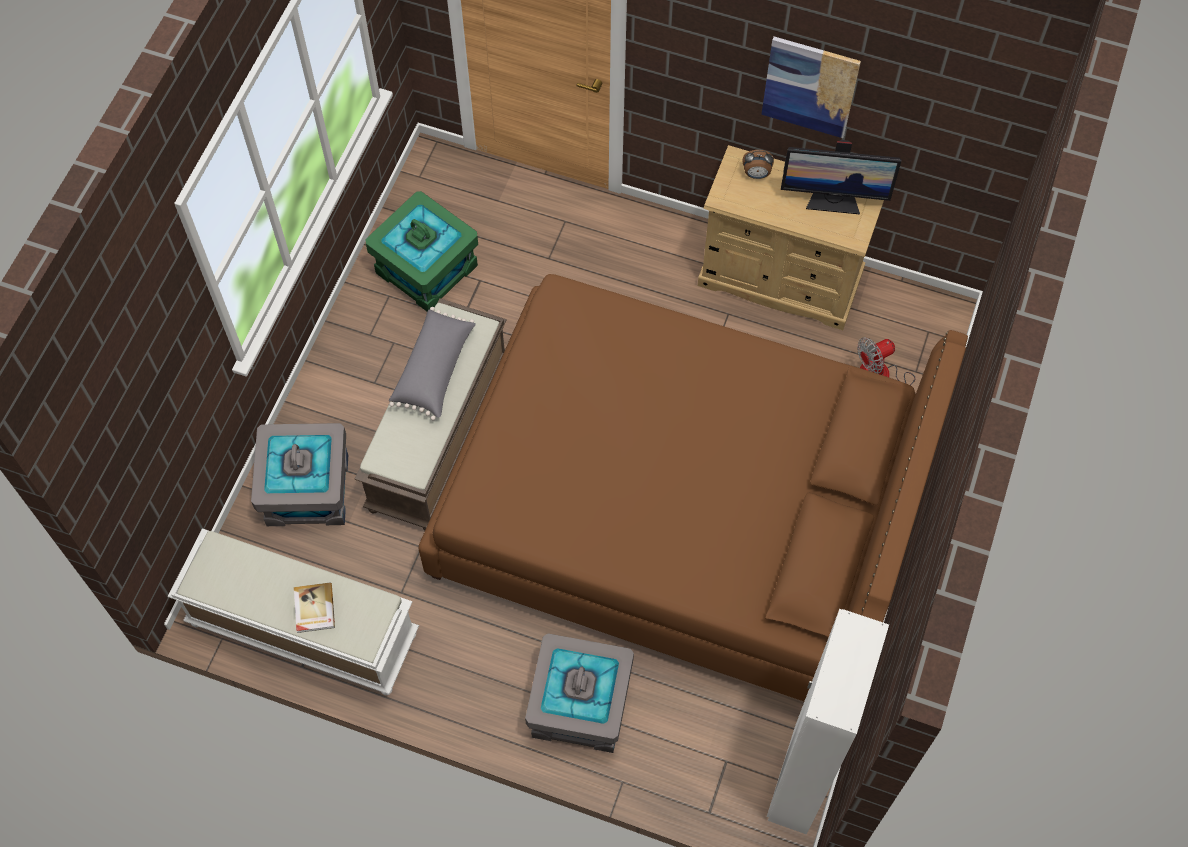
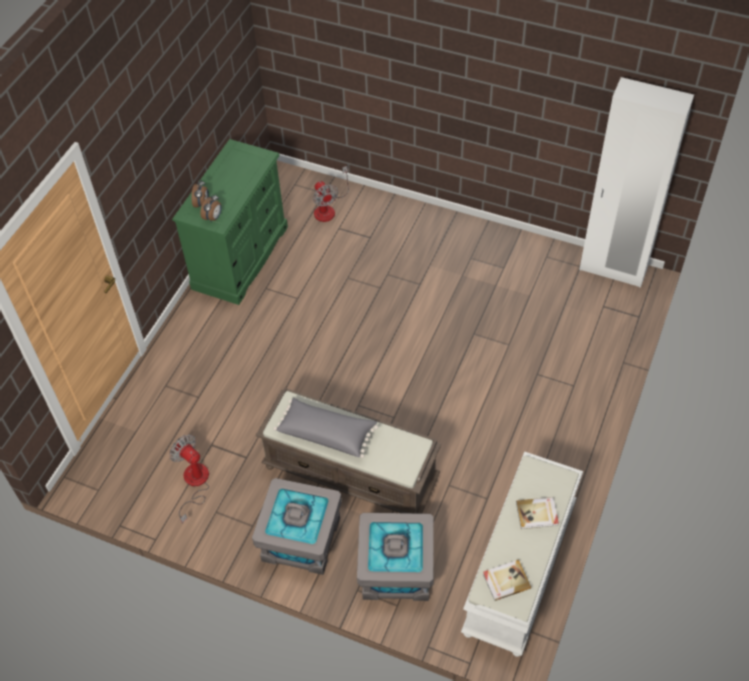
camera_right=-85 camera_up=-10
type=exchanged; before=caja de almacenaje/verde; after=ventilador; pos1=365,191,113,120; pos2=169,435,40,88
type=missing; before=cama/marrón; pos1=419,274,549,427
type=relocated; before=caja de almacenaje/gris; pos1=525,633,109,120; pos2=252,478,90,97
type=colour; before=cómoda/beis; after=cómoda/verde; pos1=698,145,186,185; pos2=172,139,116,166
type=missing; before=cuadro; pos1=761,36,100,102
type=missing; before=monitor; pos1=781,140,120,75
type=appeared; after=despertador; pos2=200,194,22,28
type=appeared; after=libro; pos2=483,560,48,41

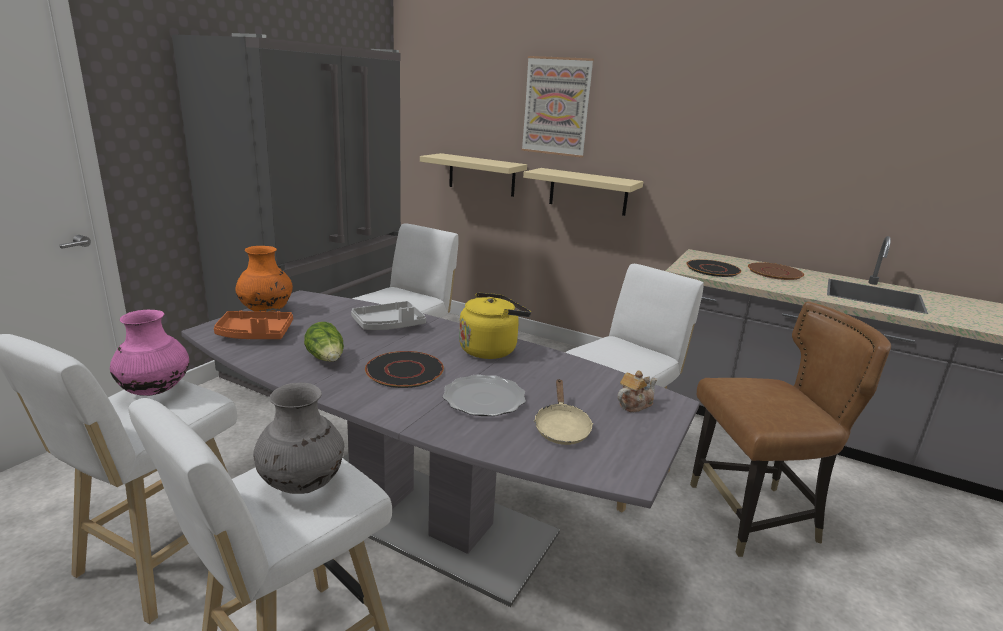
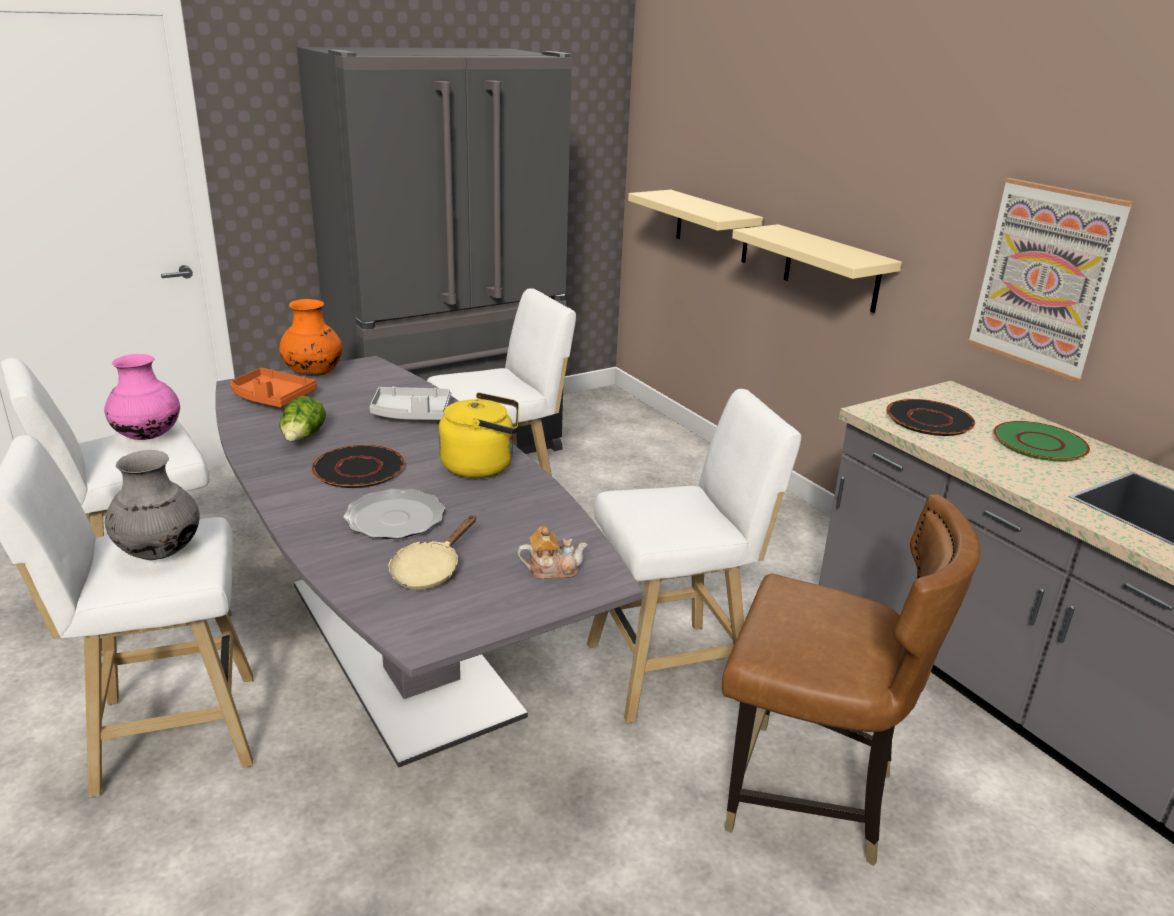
camera_right=30 camera_up=5
type=relocated; before=cuadro; pos1=521,56,73,102; pos2=967,178,167,204
type=colour; before=plato/marrón; after=plato/verde; pos1=748,262,56,18; pos2=993,421,97,41

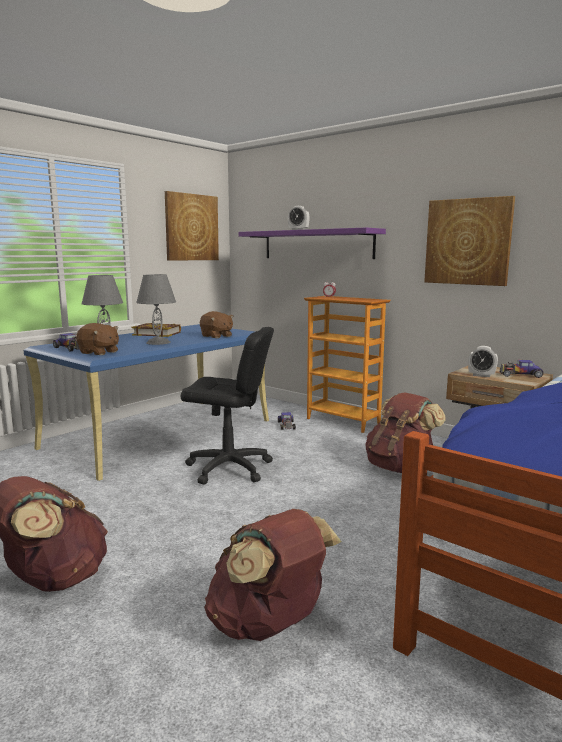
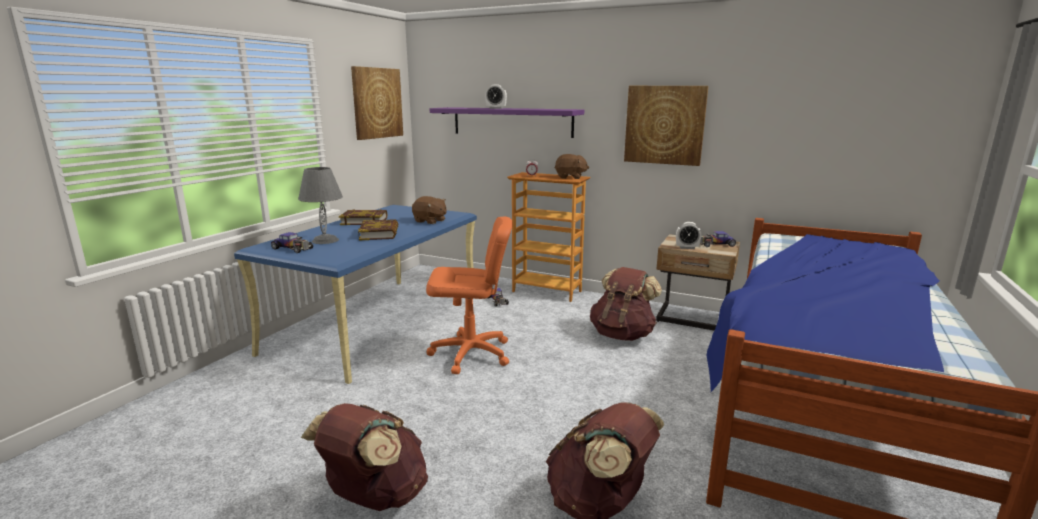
camera_right=-15 camera_up=5
type=relocated; before=peluche/marrón; pos1=76,323,43,32; pos2=554,154,35,25
type=exchanged; before=lámpara de mesa/gris; after=libro; pos1=136,274,40,71; pos2=358,219,41,21
type=colour; before=silla de oficina/negro; after=silla de oficina/naranja; pos1=181,327,93,157; pos2=426,216,87,158

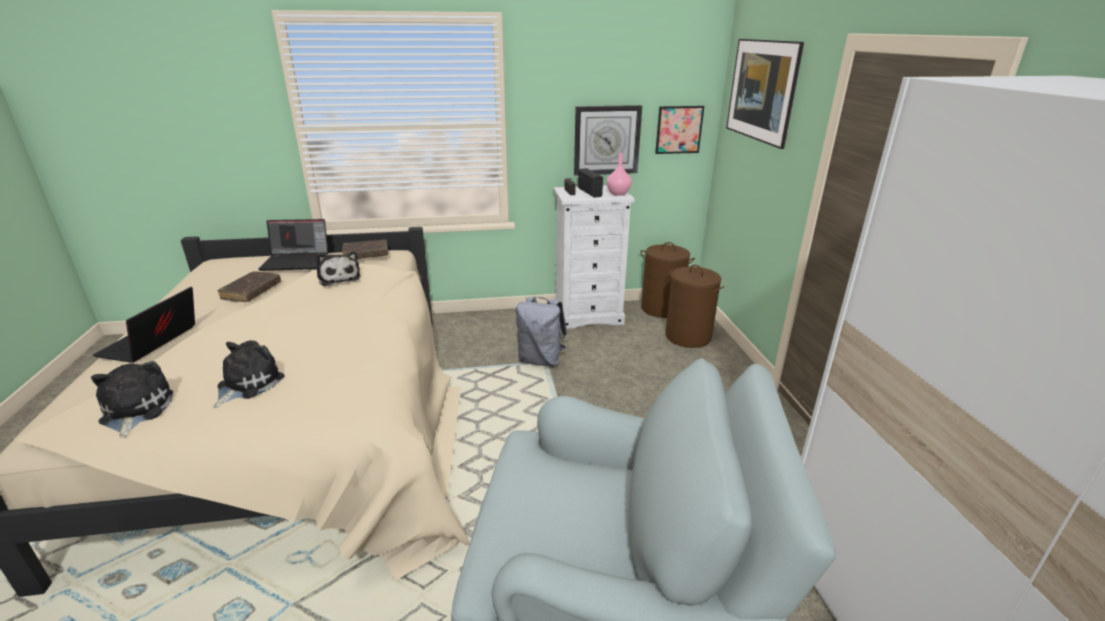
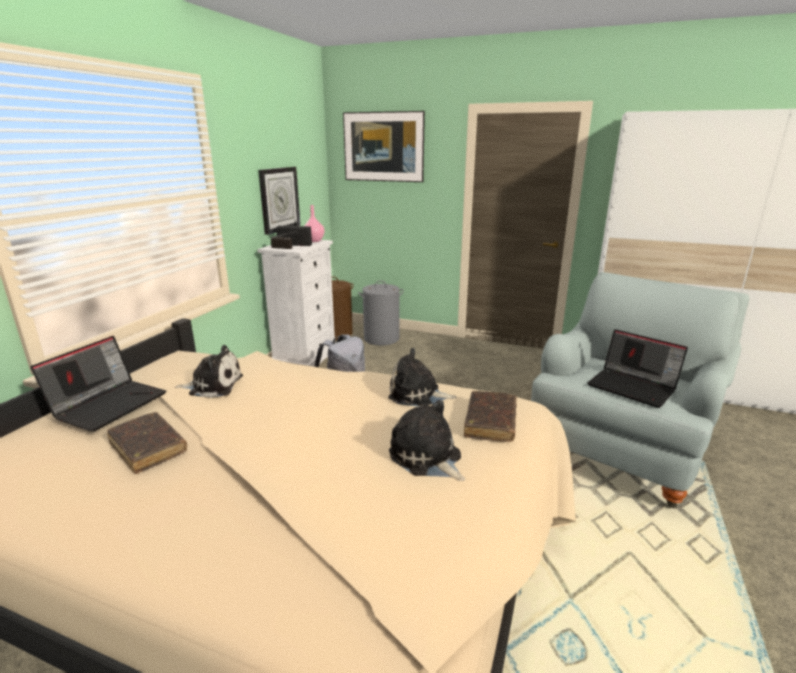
camera_right=-60 camera_up=-5
type=relocated; before=peluche; pos1=91,361,82,77; pos2=388,348,68,59
type=relocated; before=portátil; pos1=92,287,103,76; pos2=587,329,101,79
type=relocated; before=libro/marrón; pos1=342,239,46,20; pos2=464,391,53,51
type=missing; before=cuadro; pos1=655,106,49,48
type=colour; before=cesto de la ropa/marrón; after=cesto de la ropa/gris; pos1=665,265,59,83; pos2=358,280,46,66

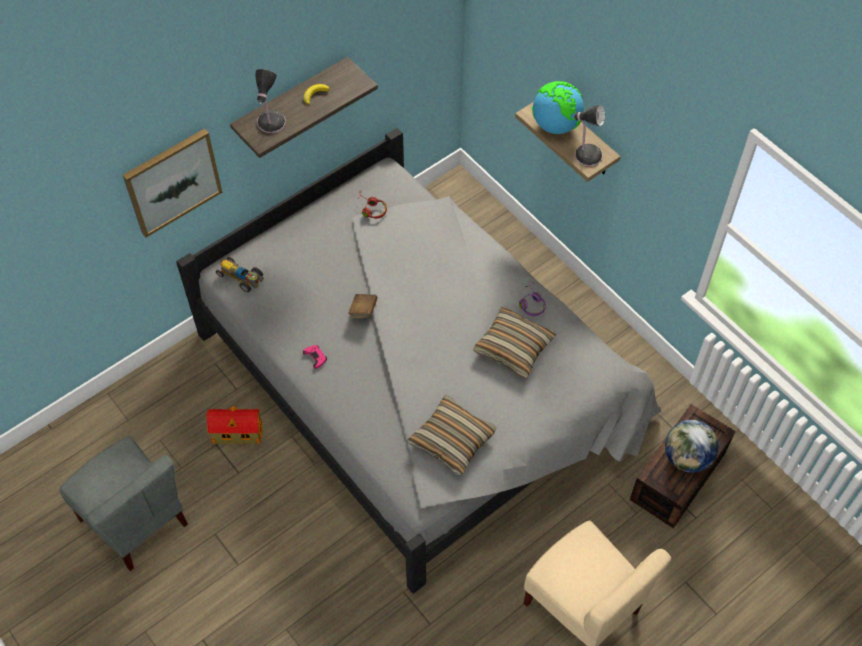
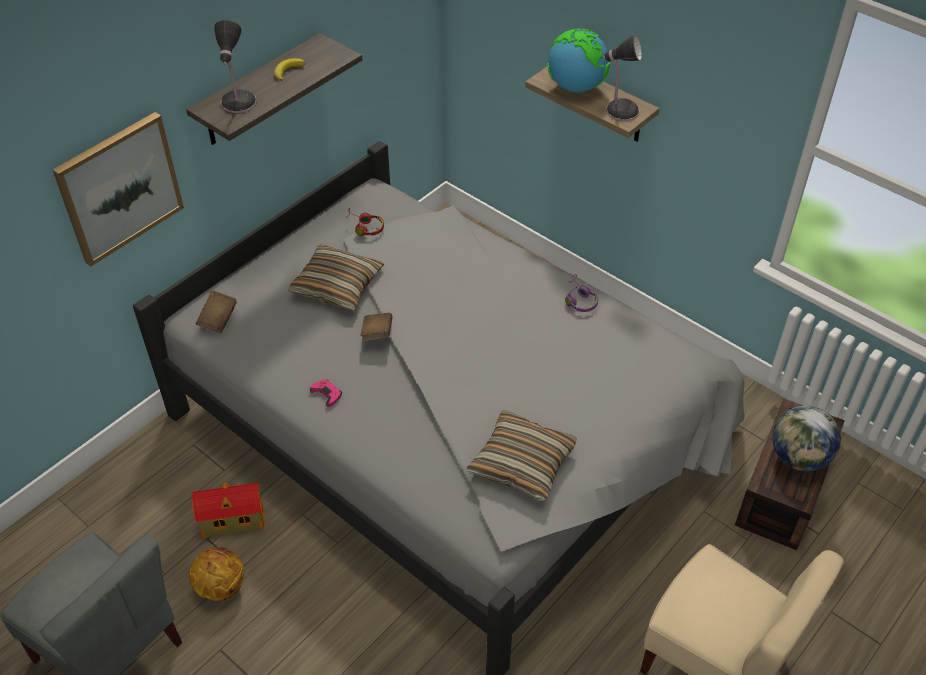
camera_right=-10 camera_up=-10
type=exchanged; before=coche de juguete; after=libro/marrón; pos1=216,257,48,35; pos2=196,291,41,42
type=relocated; before=cojín; pos1=473,306,83,73; pos2=288,245,96,66
type=appeared; after=balón de baloncesto; pos2=189,547,55,54

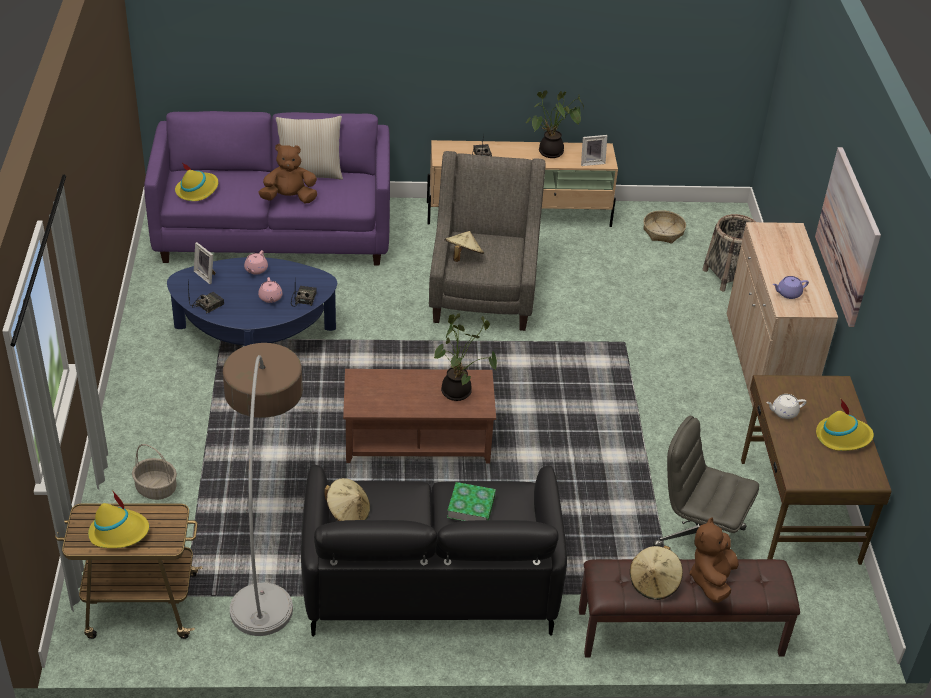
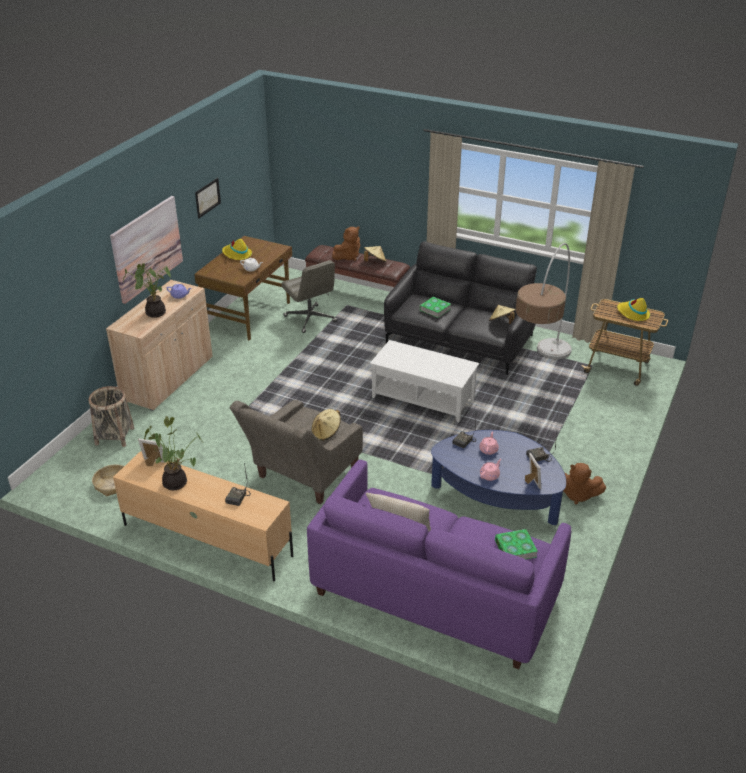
camera_right=-150 camera_up=-5
type=missing; before=cesta; pos1=132,444,45,56
type=exchanged; before=sombrero/amarillo; after=libro; pos1=175,163,43,38; pos2=495,529,43,30
type=relocated; before=peluche/marrón; pos1=258,144,59,59; pos2=563,463,43,41
type=colour; before=mesa de centro/marrón; after=mesa de centro/blanco; pos1=343,369,153,95; pos2=370,340,109,82
type=relocated; before=planta en maceta; pos1=434,313,63,88; pos2=123,263,48,55
type=appeared; after=cuadro; pos2=195,178,26,40

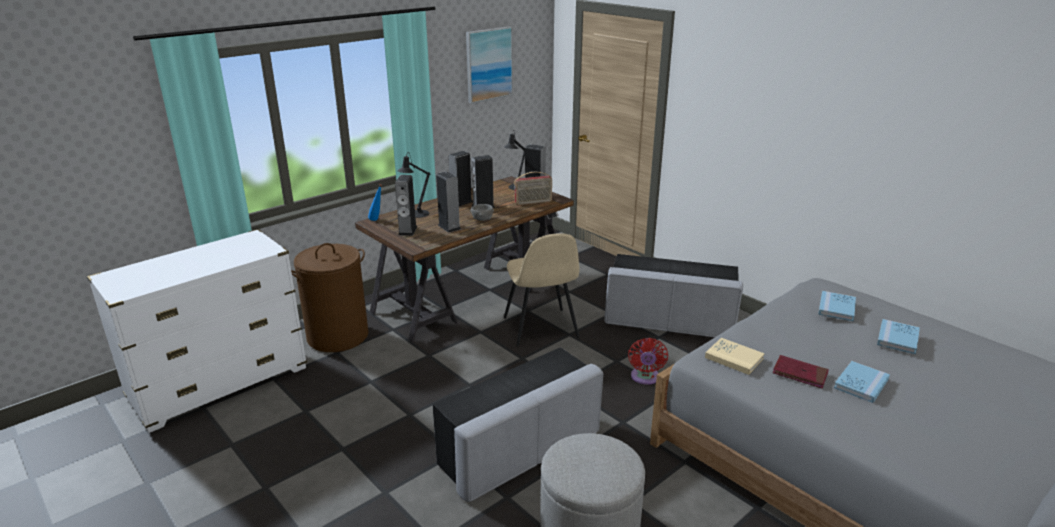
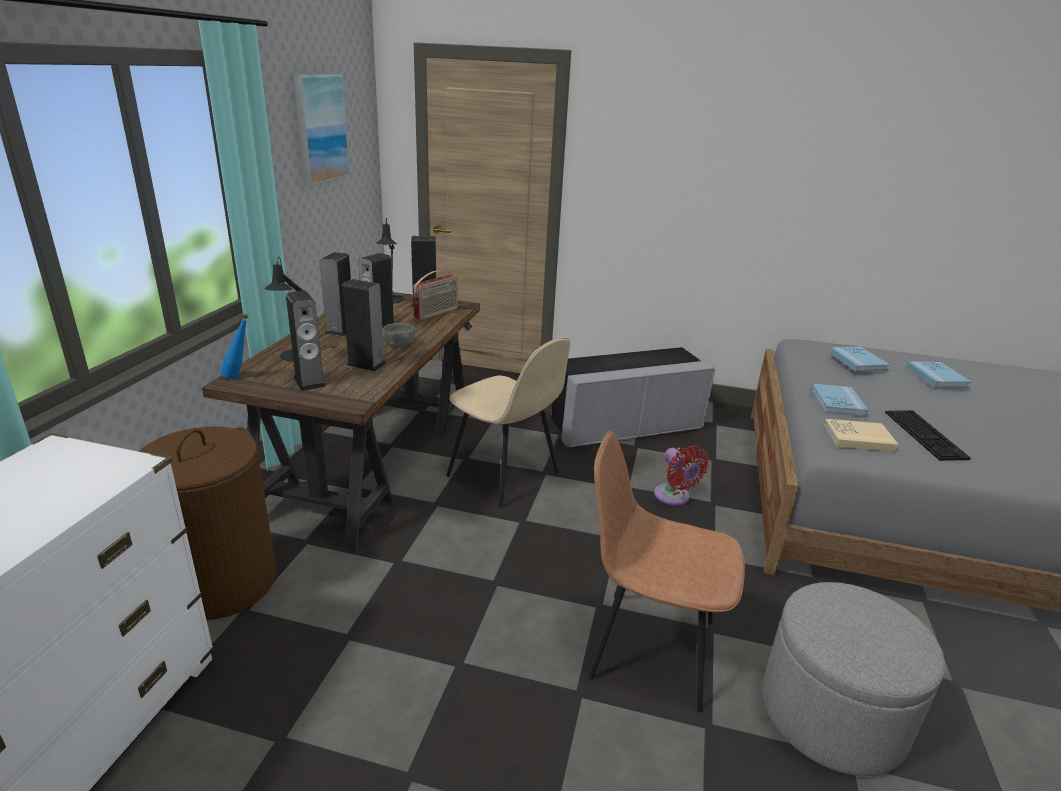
camera_right=-35 camera_up=0
type=exchanged; before=puf/gris; after=silla/marrón; pos1=432,347,171,155; pos2=589,430,156,283
type=exchanged; before=libro/rojo; after=teclado; pos1=772,355,57,34; pos2=885,410,86,51
type=relocated; before=libro/azul; pos1=834,361,56,42; pos2=811,384,57,32

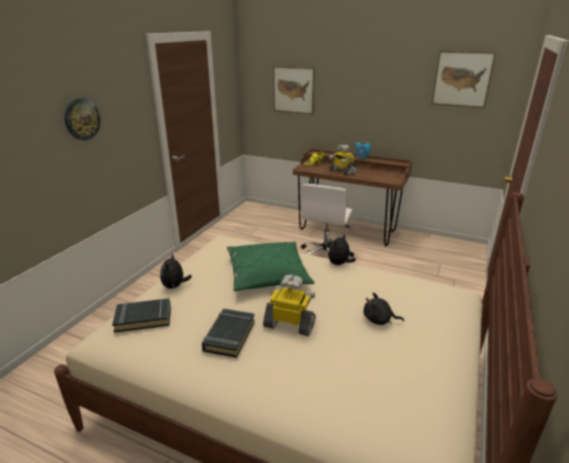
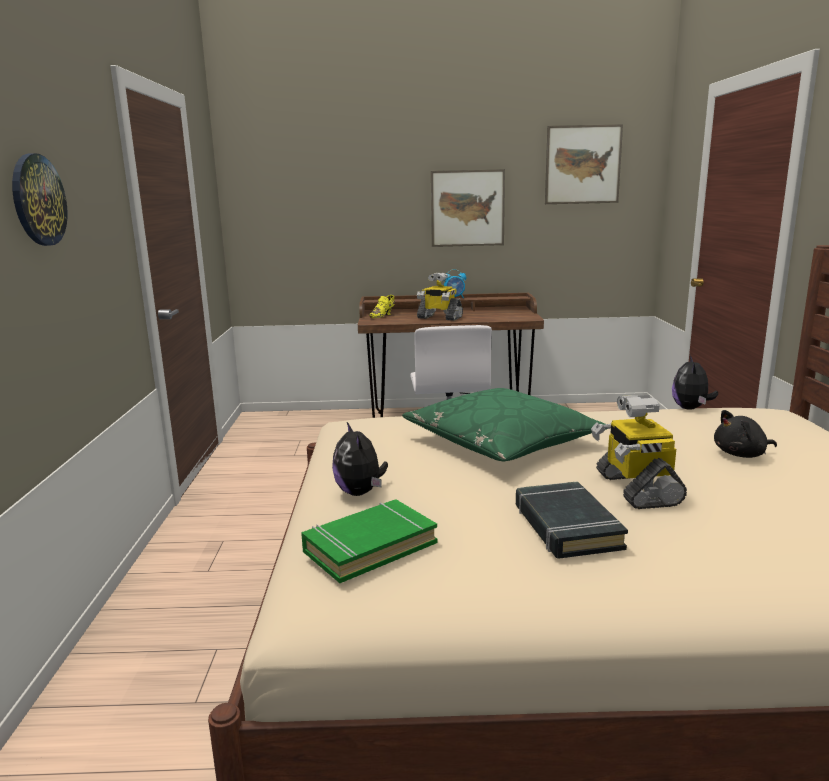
camera_right=-25 camera_up=-10
type=colour; before=libro/negro; after=libro/verde; pos1=112,298,59,35; pos2=301,499,137,84
type=spun; before=robot de juguete; pos1=263,274,53,62; pos2=591,395,96,114; turn=-90
type=relocated; before=cuadro; pos1=273,66,42,49; pos2=431,169,74,78
type=relocated; before=peluche; pos1=328,233,28,32; pos2=672,355,46,55

